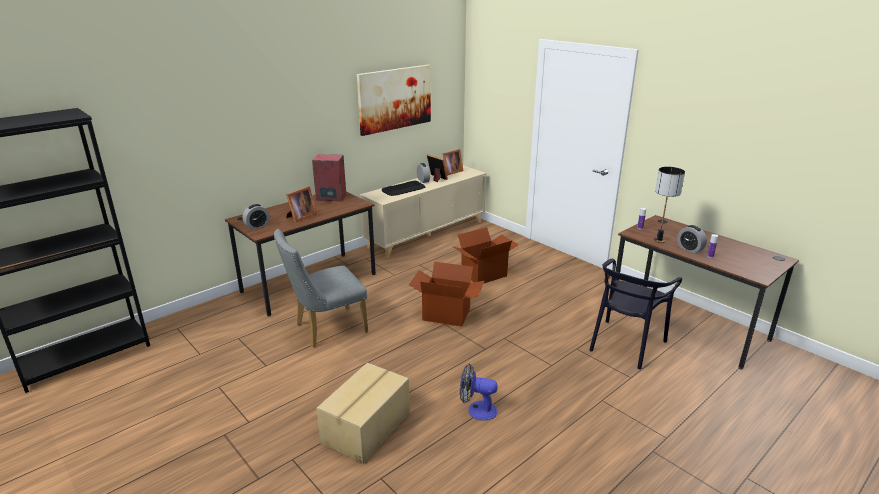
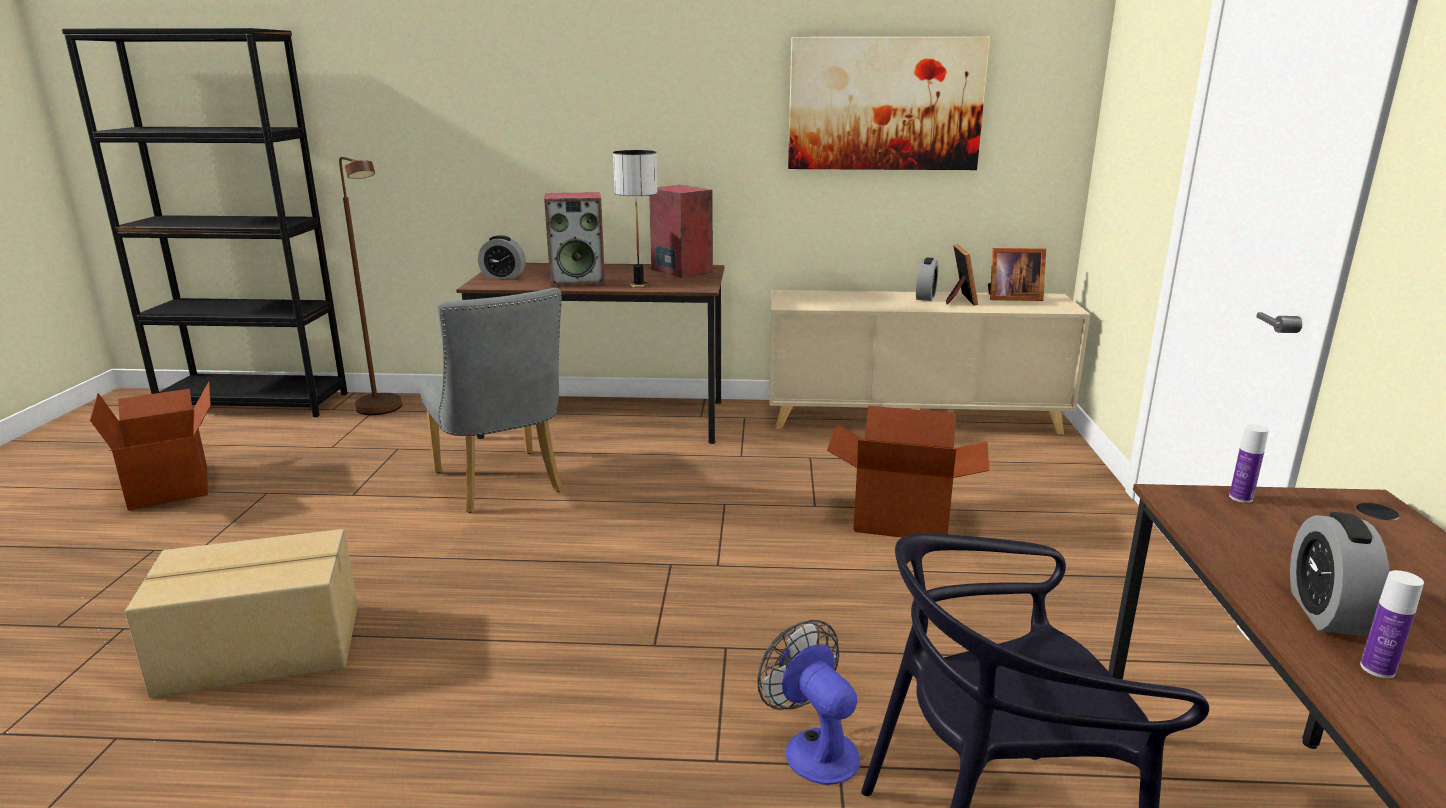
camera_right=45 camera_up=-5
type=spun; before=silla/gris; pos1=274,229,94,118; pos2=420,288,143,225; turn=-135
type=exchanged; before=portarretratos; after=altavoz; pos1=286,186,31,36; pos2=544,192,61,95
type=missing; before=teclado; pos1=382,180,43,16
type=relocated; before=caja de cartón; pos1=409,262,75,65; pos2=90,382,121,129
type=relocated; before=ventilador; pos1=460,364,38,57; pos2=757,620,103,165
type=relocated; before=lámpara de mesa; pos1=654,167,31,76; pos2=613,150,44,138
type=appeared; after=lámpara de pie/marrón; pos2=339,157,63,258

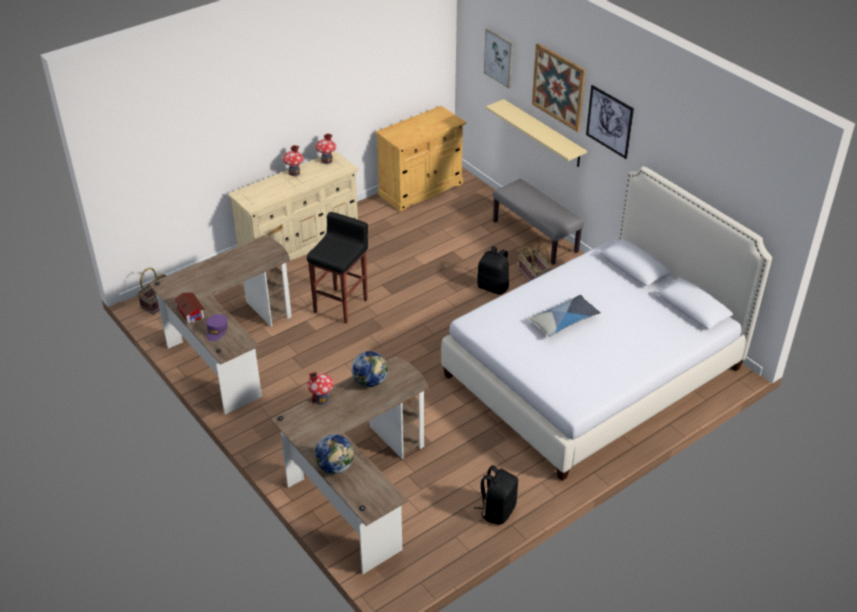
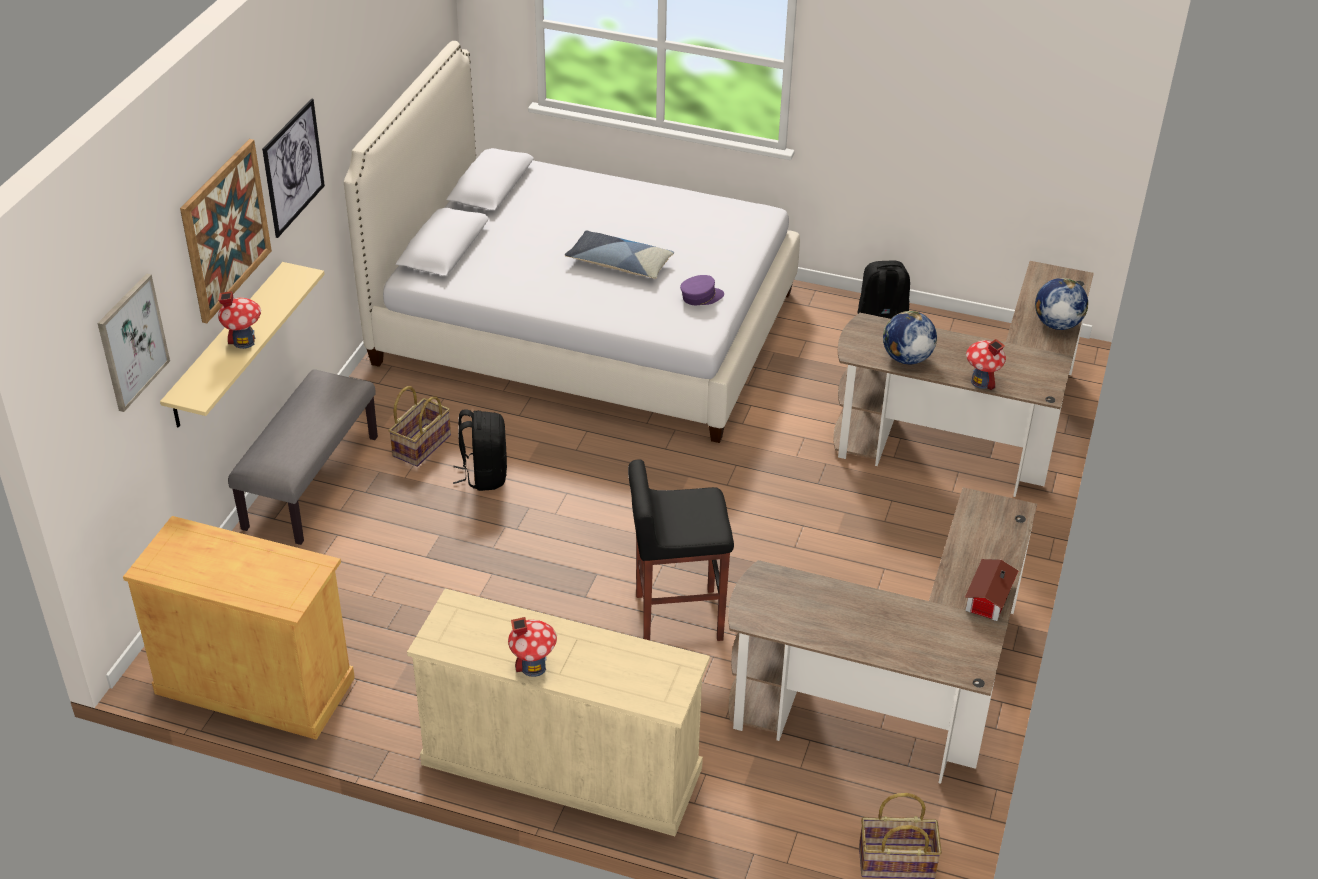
camera_right=-125 camera_up=0
type=relocated; before=gorra/morado; pos1=206,314,22,27; pos2=680,275,44,30
type=relocated; before=casita; pos1=315,133,21,31; pos2=218,291,43,58

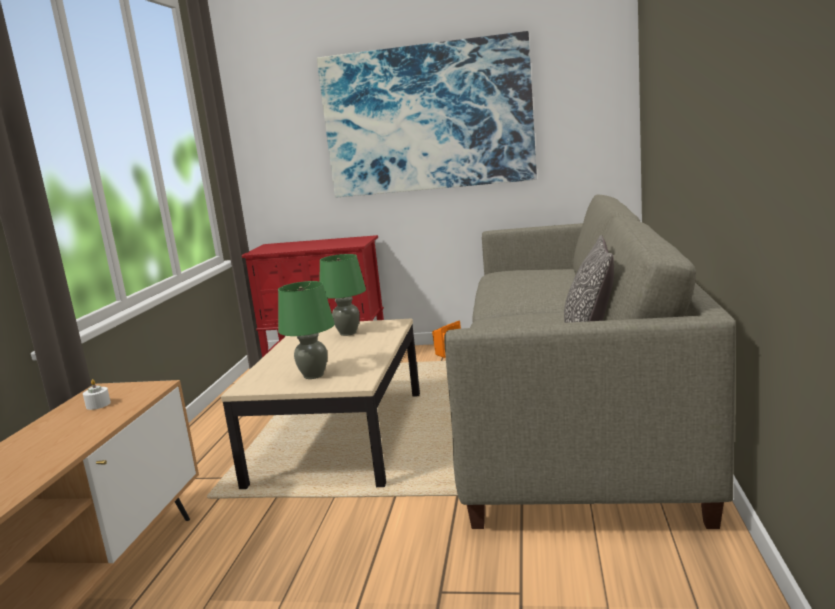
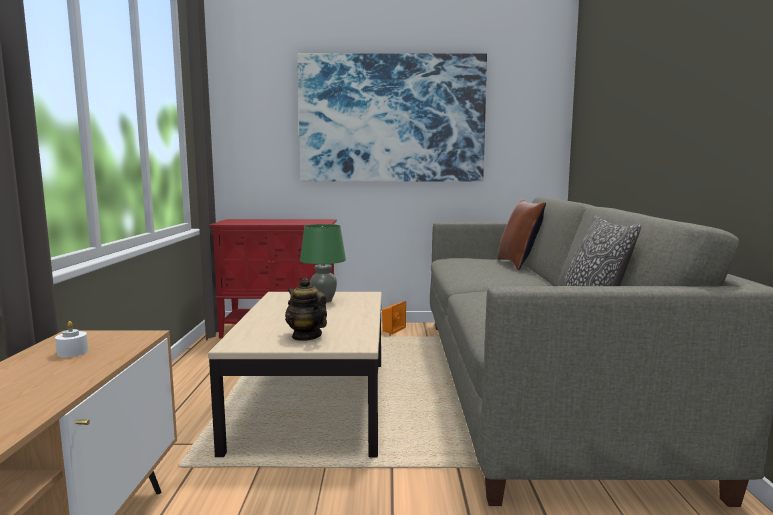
camera_right=-10 camera_up=-5
type=exchanged; before=lámpara de mesa/verde; after=tetera; pos1=278,281,57,98; pos2=285,278,42,63
type=appeared; after=cojín/marrón; pos2=497,199,49,71

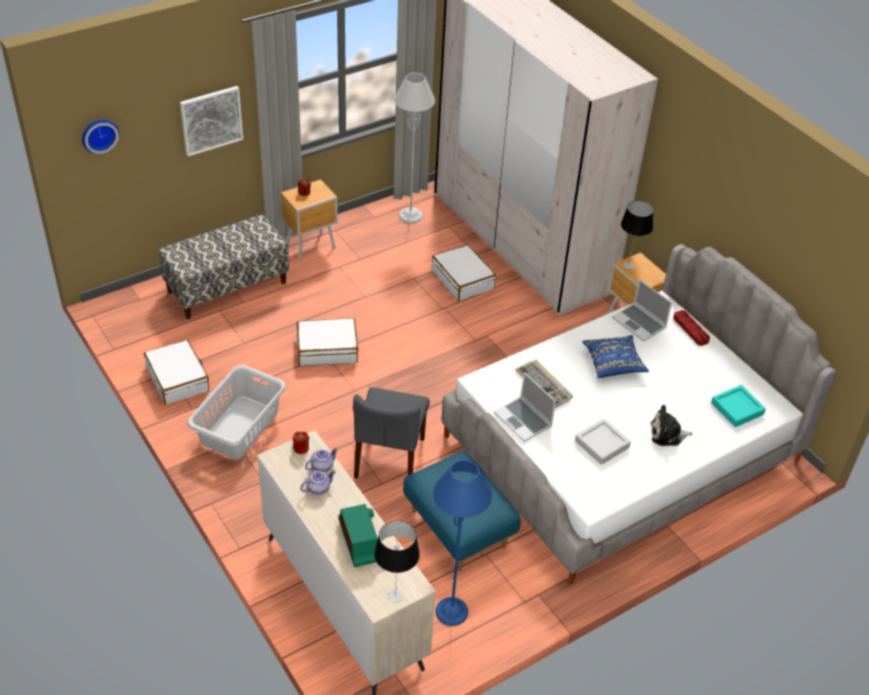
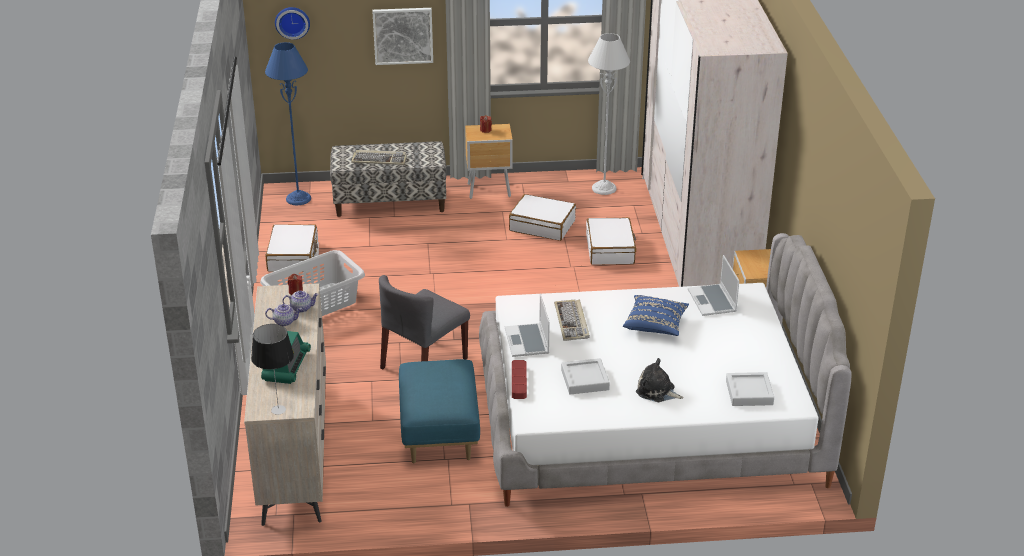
camera_right=30 camera_up=-10
type=relocated; before=maleta/blanco; pos1=297,318,61,48; pos2=509,194,67,47
type=relocated; before=lámpara de pie/azul; pos1=433,460,59,166; pos2=265,42,46,163
type=missing; before=lámpara de mesa; pos1=621,201,33,68
type=relocated; before=bandeja/rojo; pos1=673,310,37,36; pos2=512,360,15,39
type=colour; before=bandeja/turquesa; after=bandeja/gris; pos1=711,385,55,42; pos2=726,372,48,34
type=appeared; after=teclado; pos2=351,150,56,15

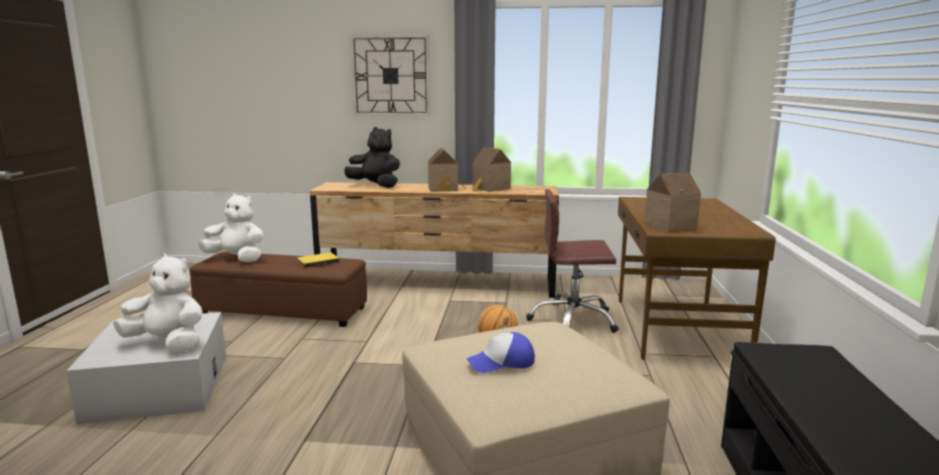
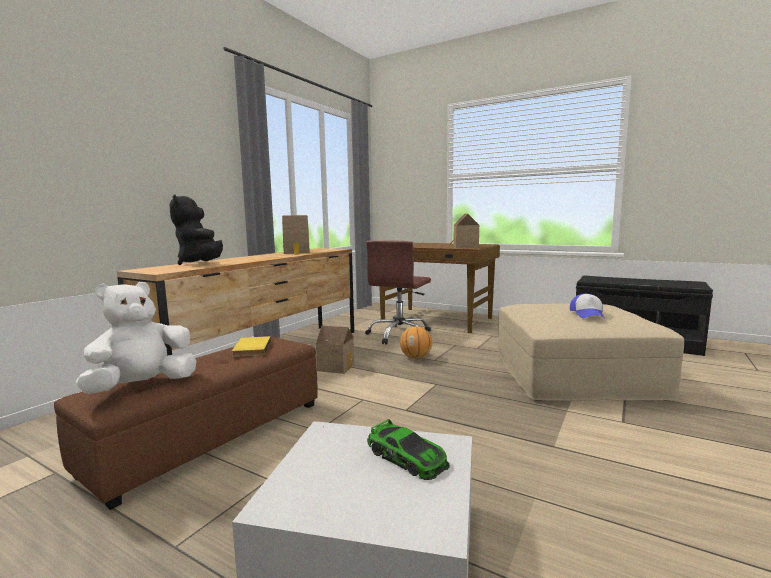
camera_right=-65 camera_up=-5
type=exchanged; before=peluche/blanco; after=coche de juguete; pos1=113,253,90,99; pos2=367,419,83,61
type=spun; before=peluche/negro; pos1=344,127,56,61; pos2=170,194,53,71; turn=-75
type=missing; before=reloj de pared; pos1=350,35,80,81
type=relocated; before=casita; pos1=428,147,38,45; pos2=316,326,38,48

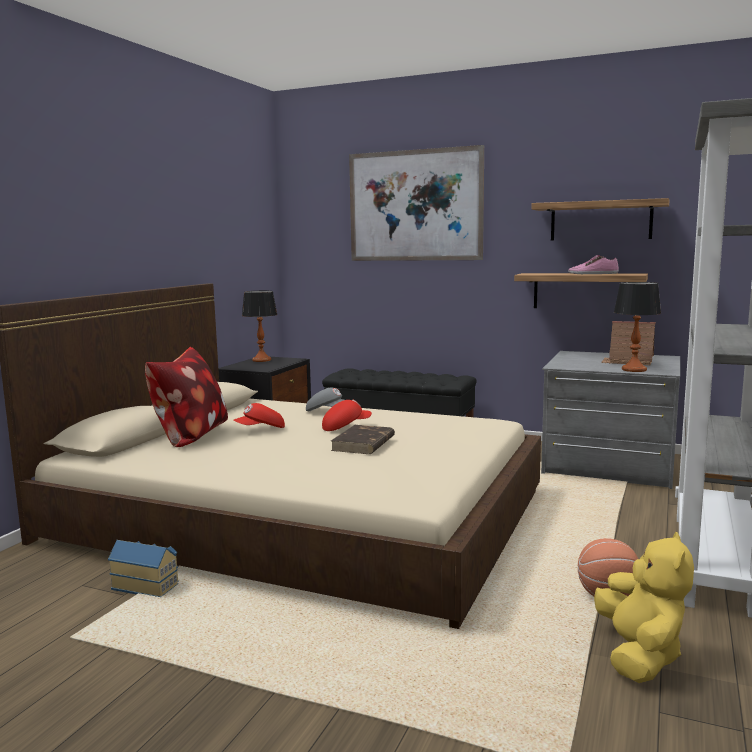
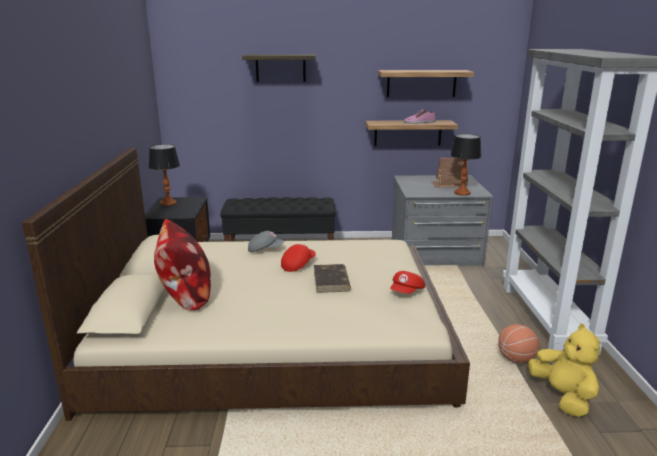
camera_right=-25 camera_up=10
type=missing; before=casita; pos1=108,540,71,57
type=relocated; before=gorra/rojo; pos1=234,403,51,25; pos2=390,271,35,23
type=exchanged; before=cuadro; after=estante; pos1=349,145,135,116; pos2=242,54,74,28

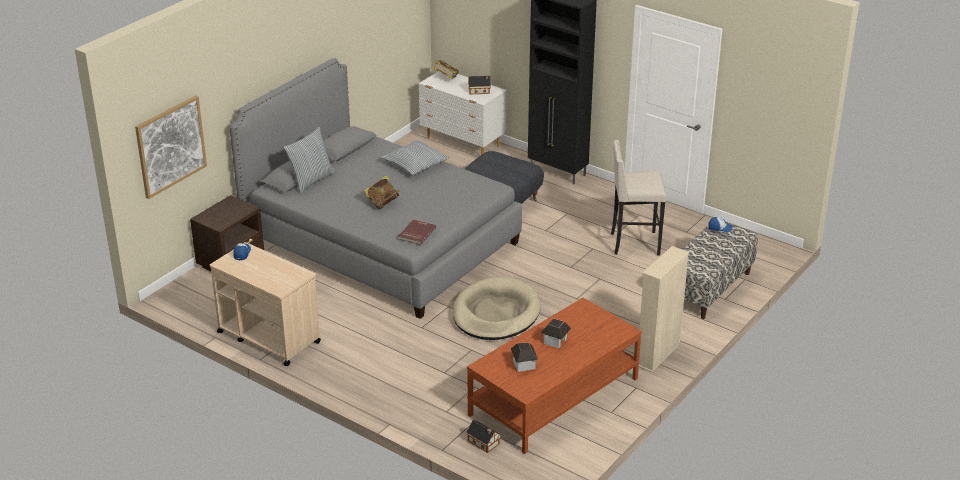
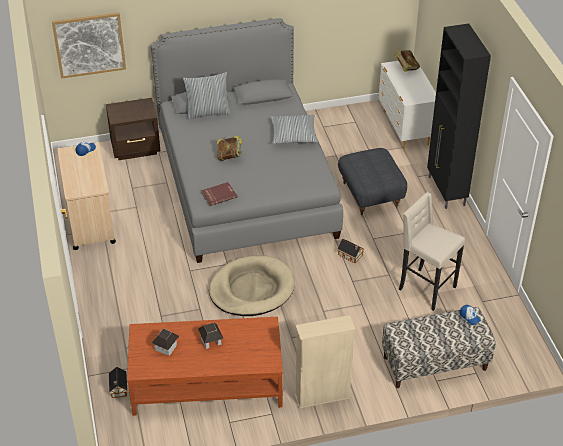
camera_right=40 camera_up=10
type=relocated; before=casita; pos1=468,75,23,19; pos2=338,239,26,24

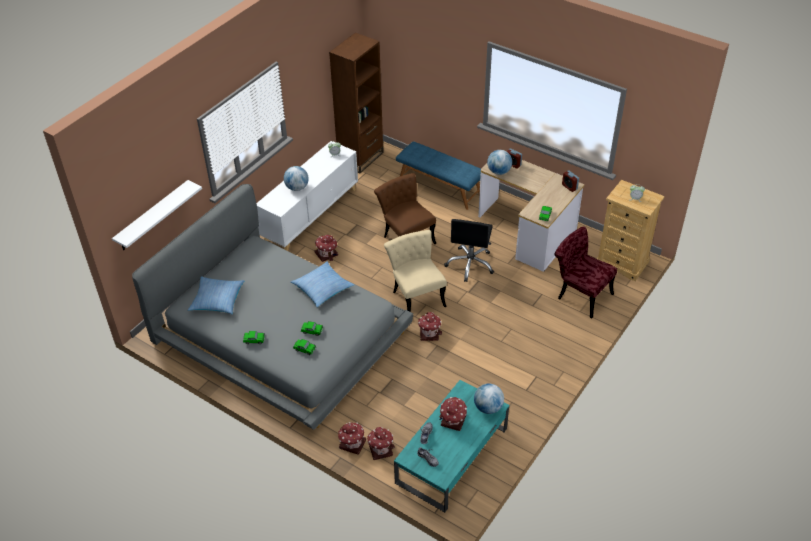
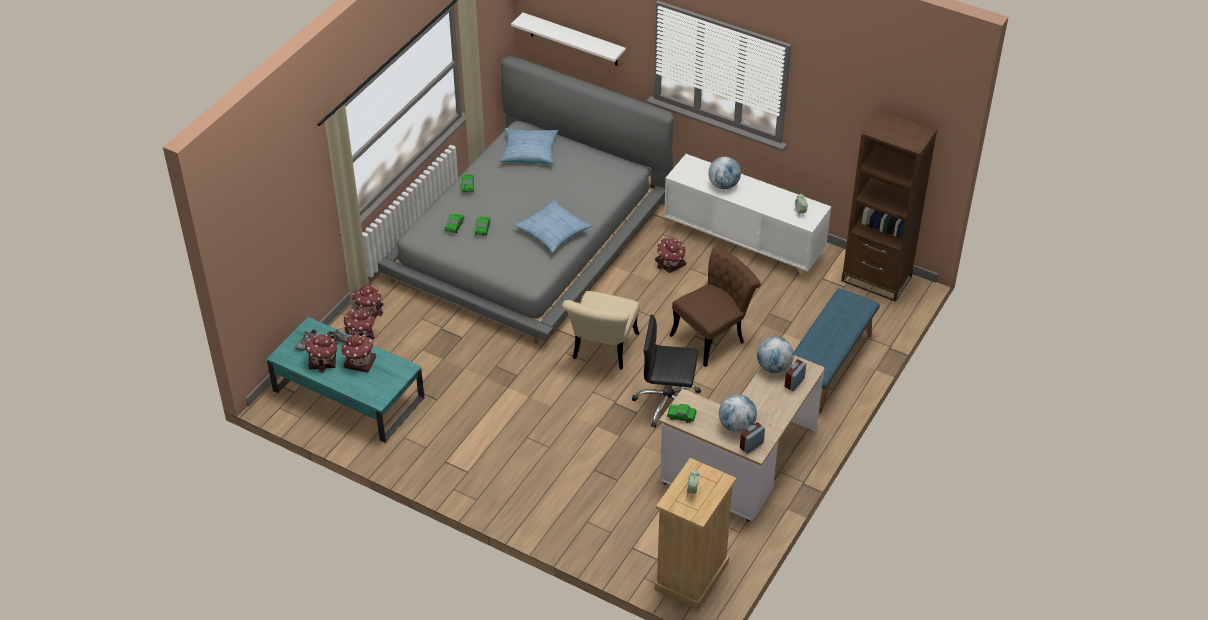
camera_right=85 camera_up=0
type=spun; before=silla/beis; pos1=384,230,63,82; pos2=562,291,78,79; turn=135
type=relocated; before=casita; pos1=418,312,24,29; pos2=304,333,34,40
type=relocated; before=globo terráqueo; pos1=474,383,30,31; pos2=719,394,38,39
type=missing; before=silla/rojo; pos1=555,227,62,91

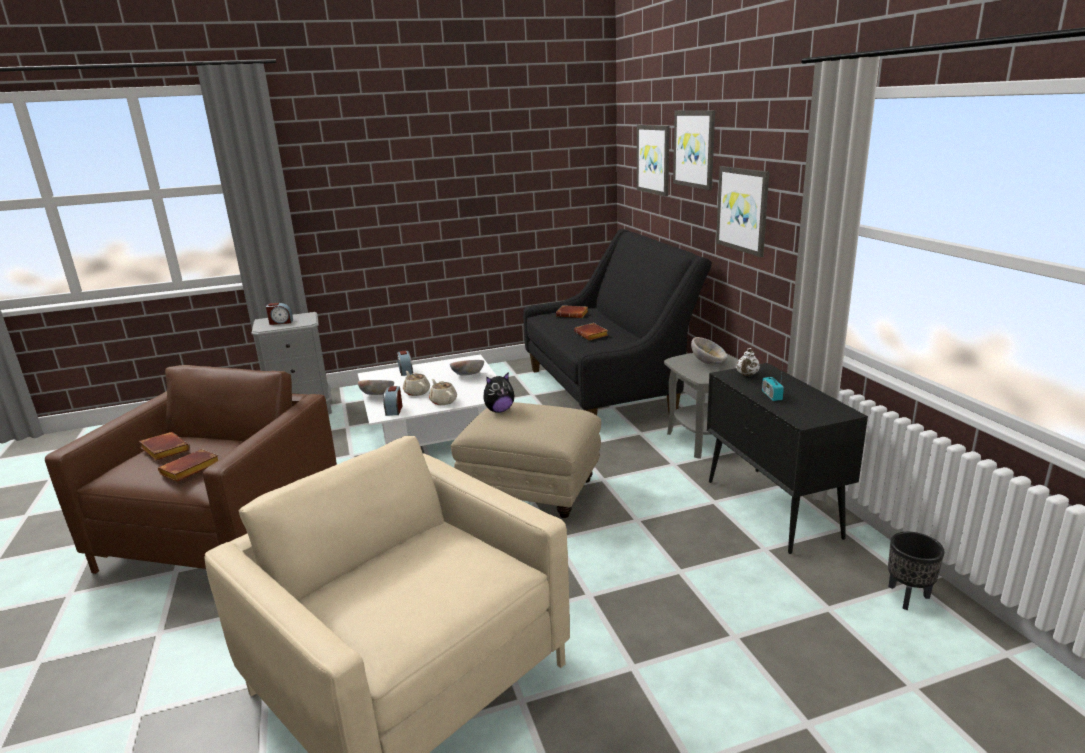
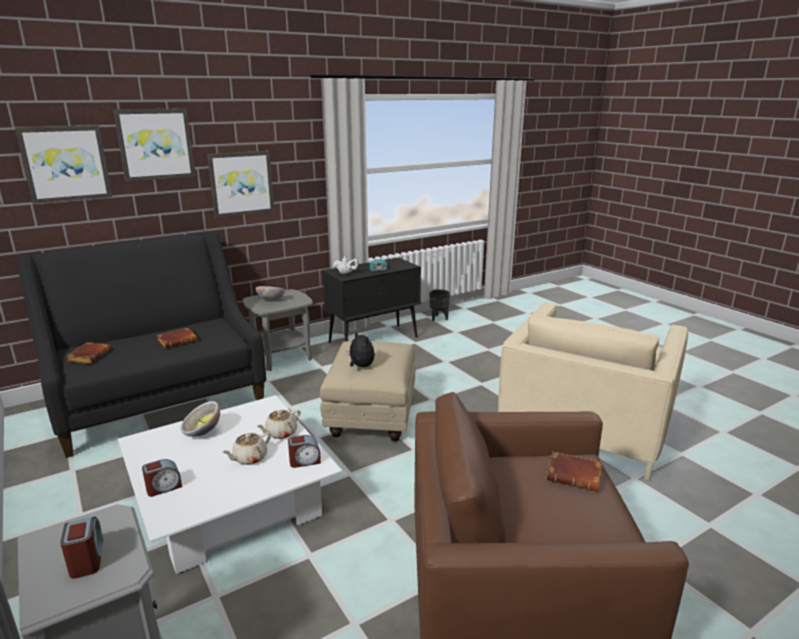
camera_right=-105 camera_up=0
type=missing; before=libro/marrón; pos1=139,432,51,29
type=missing; before=cuenco; pos1=358,380,36,15

